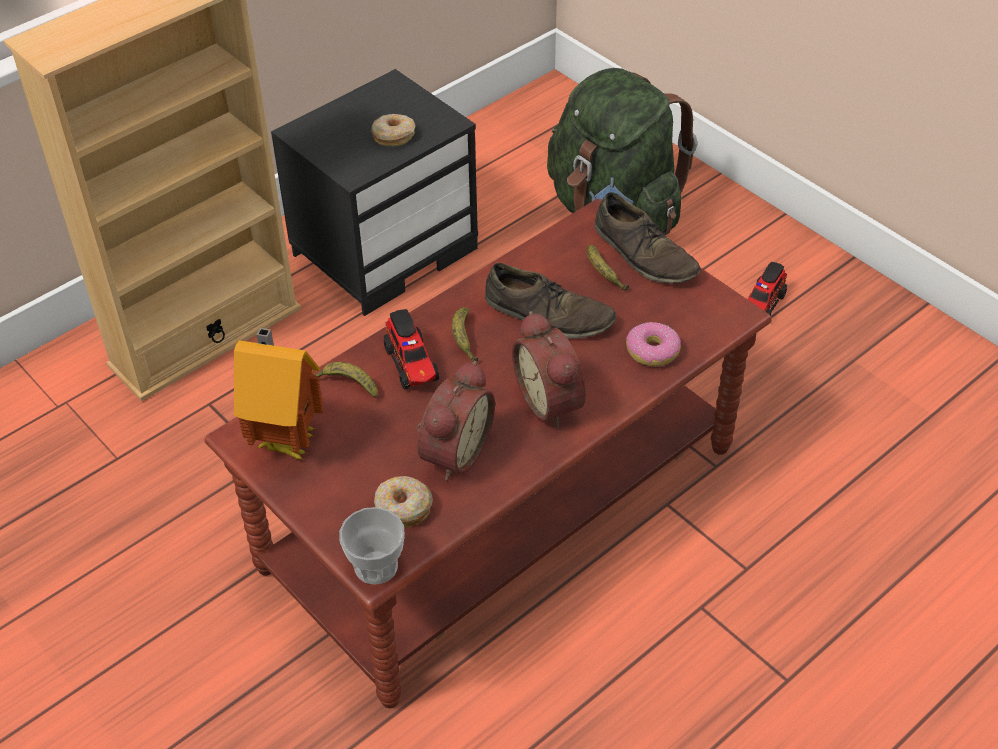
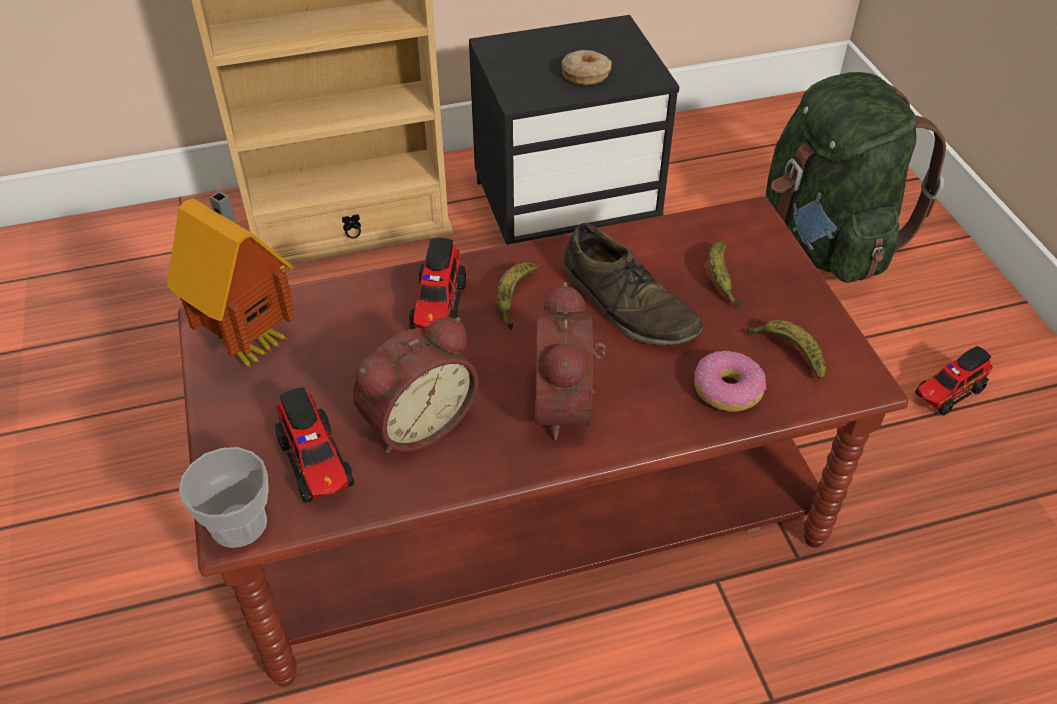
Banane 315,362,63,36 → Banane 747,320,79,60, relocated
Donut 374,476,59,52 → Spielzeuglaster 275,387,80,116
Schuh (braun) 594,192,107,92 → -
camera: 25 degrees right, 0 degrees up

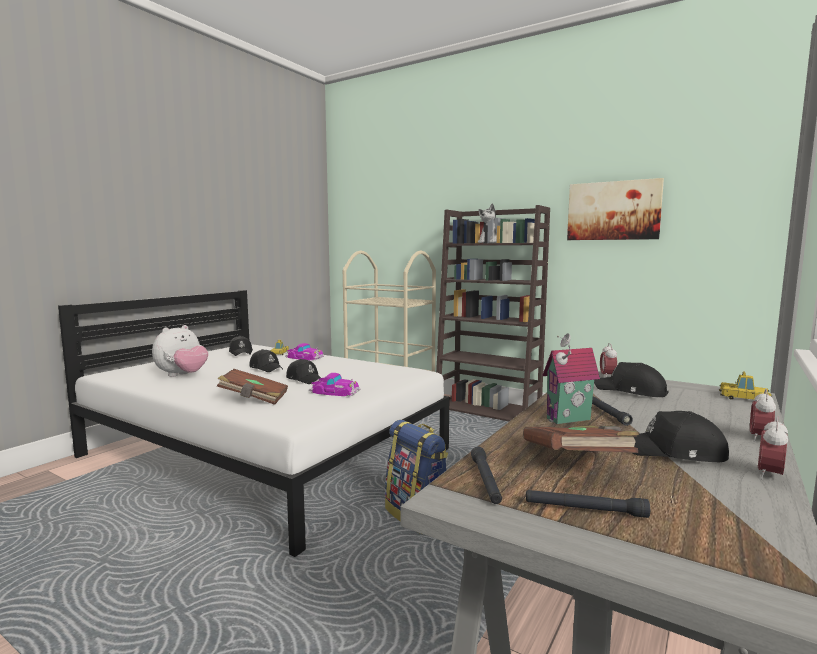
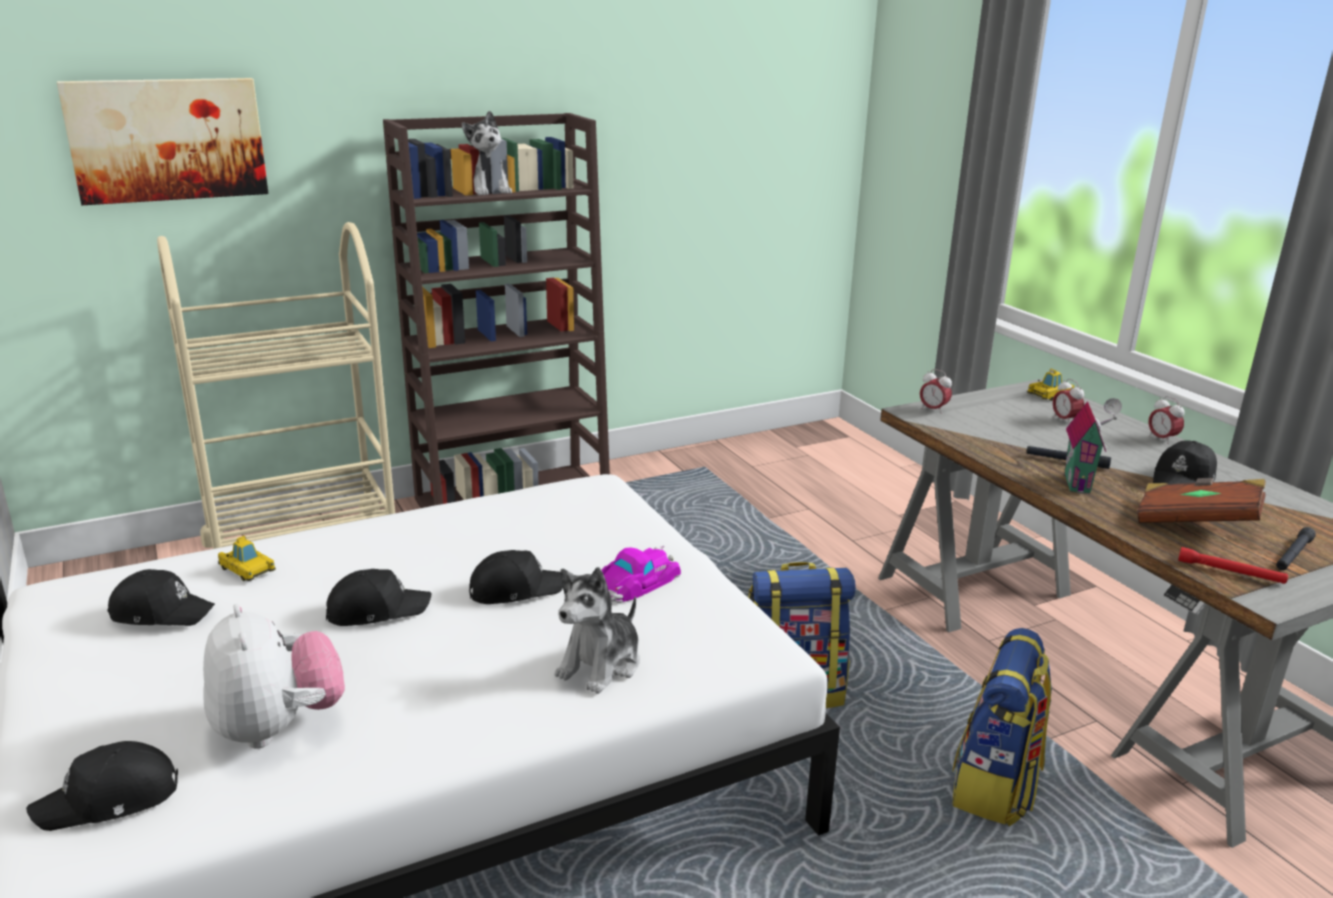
Buch (braun) 217,369,71,36 → Plüschtier 555,567,85,127
Spielzeugauto 285,343,39,17 → -
Taschenlampe (schwarz) 471,446,31,58 → Taschenlampe (rot) 1178,547,110,37
Bild 567,178,97,62 → Bild 57,78,212,127, relocated
Kappe (schwarz) 594,362,74,35 → Kappe (schwarz) 26,741,152,90, relocated
Wecker 758,416,30,63 → Wecker 1053,379,31,46, relocated
- → Rucksack 952,628,100,198
camera: 60 degrees left, 15 degrees up

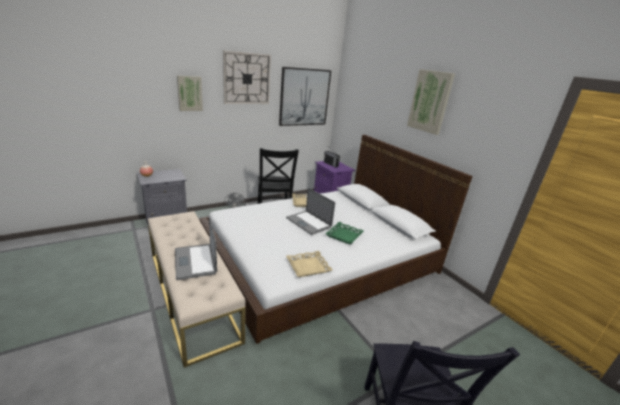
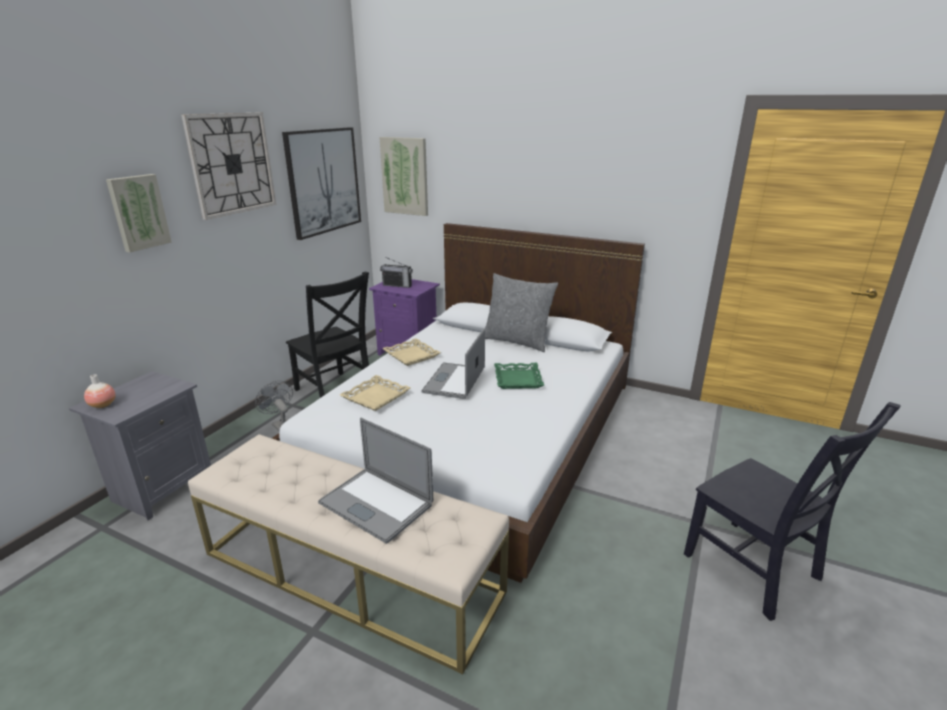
Laptop 286,188,49,47 → Laptop 422,329,63,70, 90 degrees clockwise
Tablett (beige) 286,251,47,26 → Tablett (beige) 340,375,71,36, relocated
Bild 407,69,48,66 → Bild 379,137,49,79, relocated
- → Kissen (grau) 485,273,73,79
camera: 30 degrees left, 0 degrees up

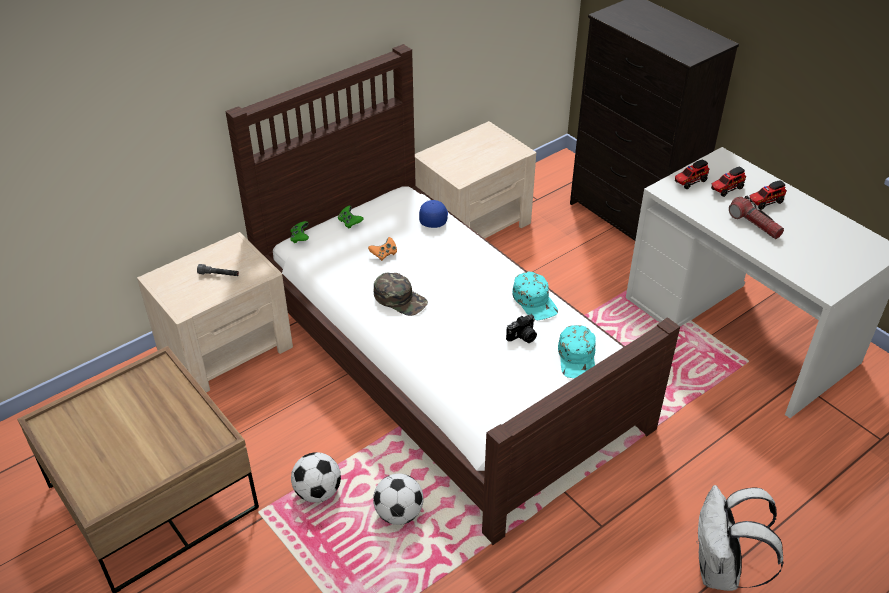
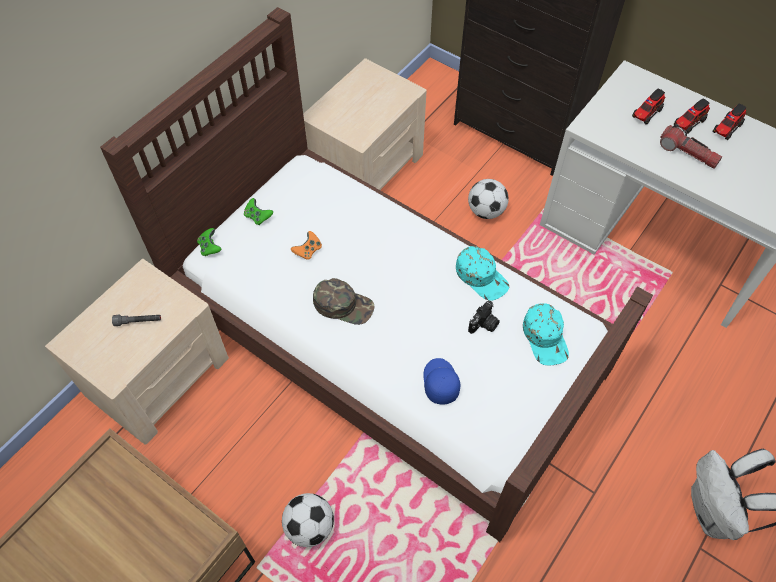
Fußball 373,473,50,52 → Fußball 468,179,41,40, relocated
Kappe (blau) 419,200,29,28 → Kappe (blau) 423,358,37,47, relocated
Spielzeuglaster 675,159,34,30 → Spielzeuglaster 712,104,35,36, relocated
camera: 15 degrees left, 15 degrees up

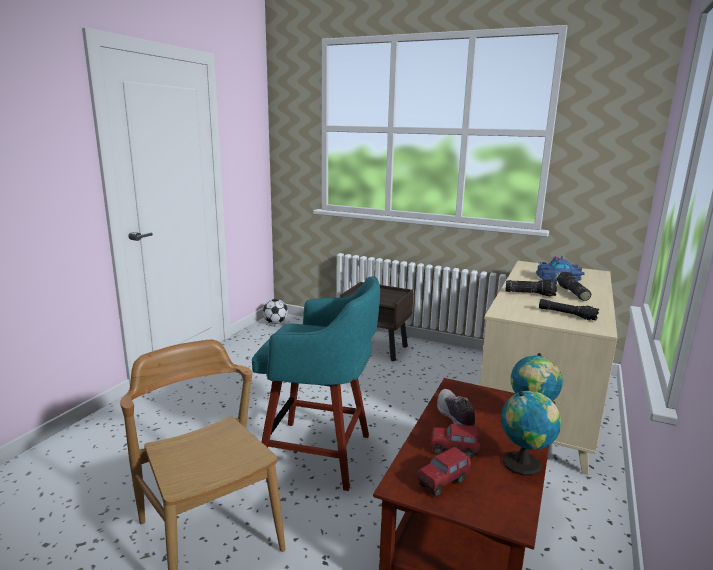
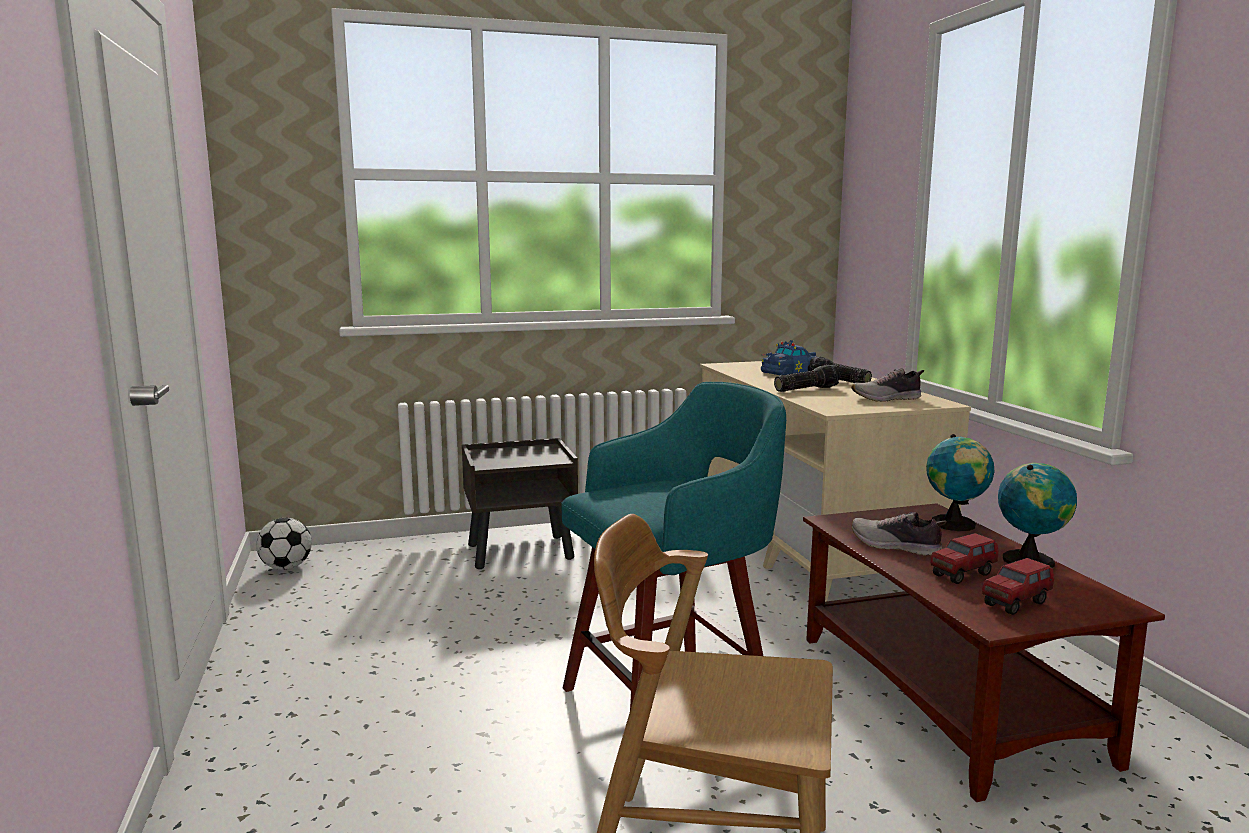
Spielzeuglaster 417,447,54,50 → Spielzeuglaster 982,558,72,57, 45 degrees clockwise
Taschenlampe (schwarz) 539,299,60,22 → Schuh 851,368,73,34
camera: 40 degrees left, 5 degrees down

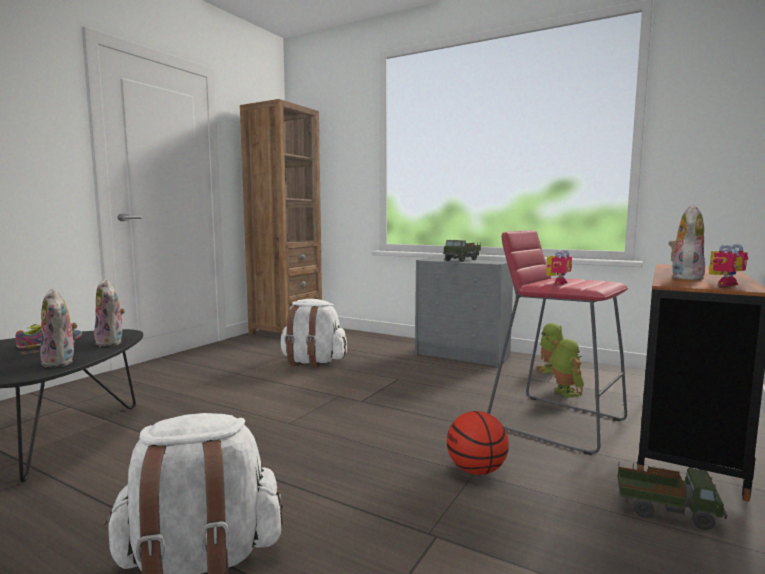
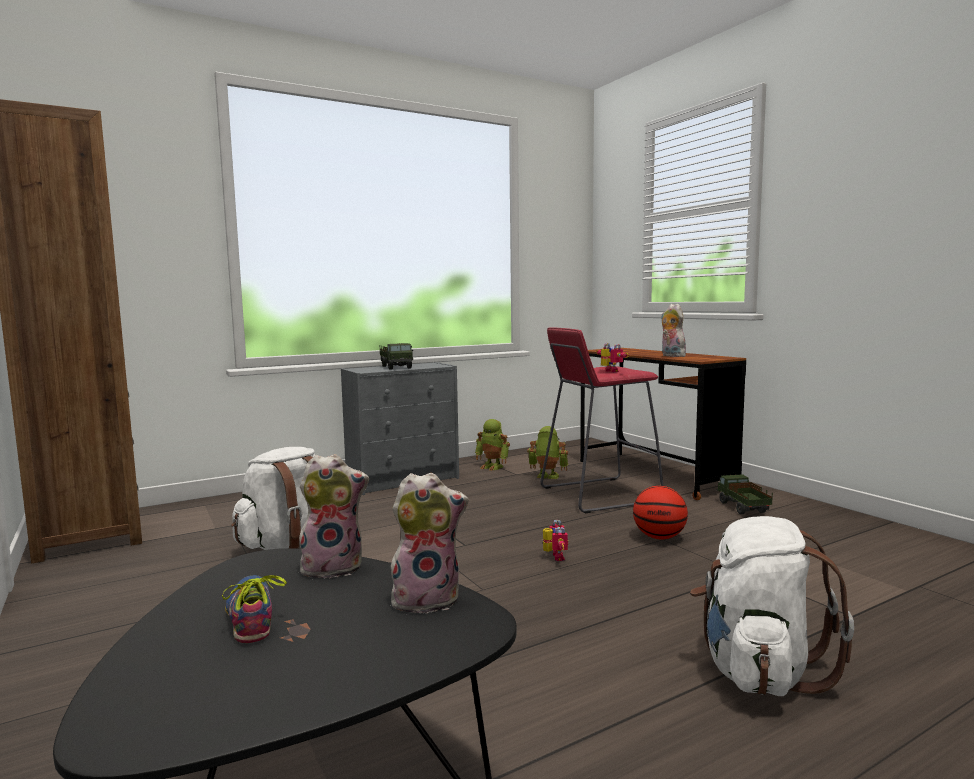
Spielzeuglaster 618,463,109,67 → Spielzeuglaster 717,474,56,40, 60 degrees counterclockwise
Spielzeugroboter 709,244,40,42 → Spielzeugroboter 543,520,25,41, relocated
camera: 60 degrees left, 0 degrees up

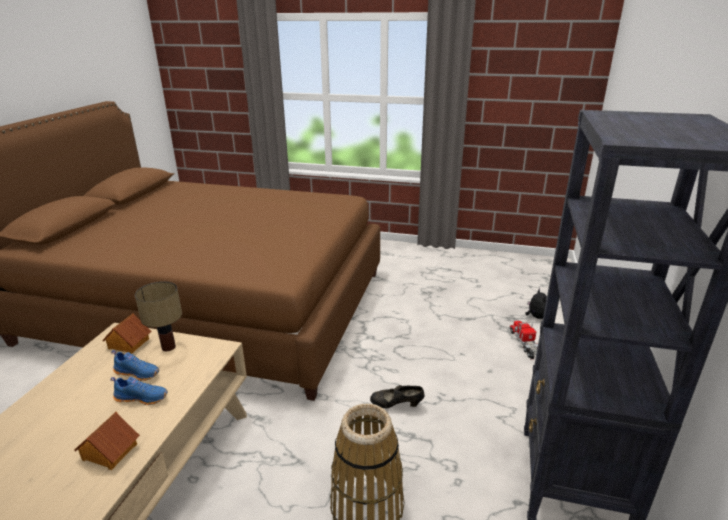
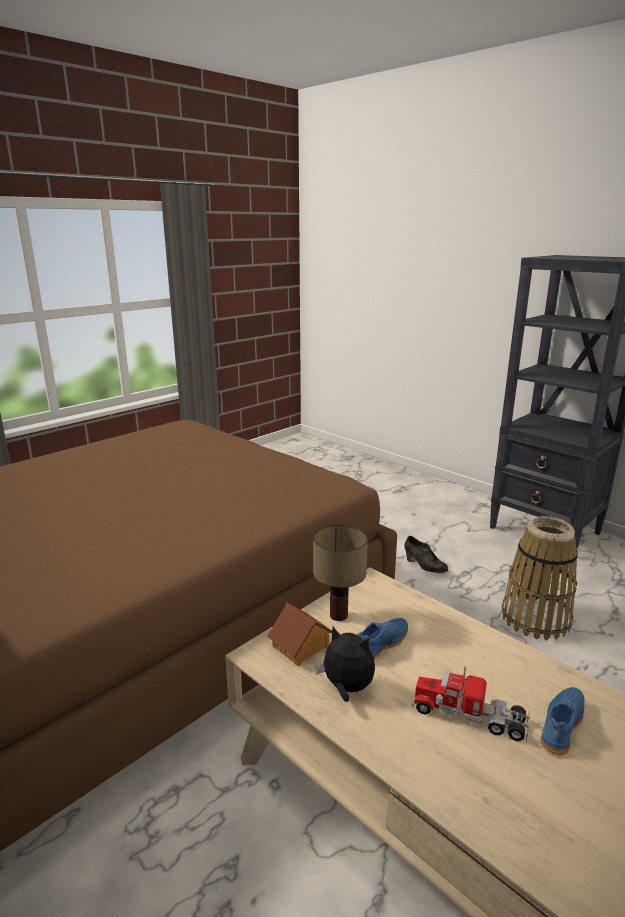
Spielzeughaus 74,412,66,58 → -
Schuh (blau) 111,377,57,28 → Schuh (blau) 541,687,43,68, relocated
Schuh (schwarz) 370,385,54,23 → Schuh (schwarz) 404,536,44,37, 75 degrees counterclockwise
Spielzeuglaster 510,321,28,39 → Spielzeuglaster 412,666,118,75, relocated
Plüschtier 525,288,22,31 → Plüschtier 315,627,60,75, relocated
camera: 60 degrees left, 5 degrees down

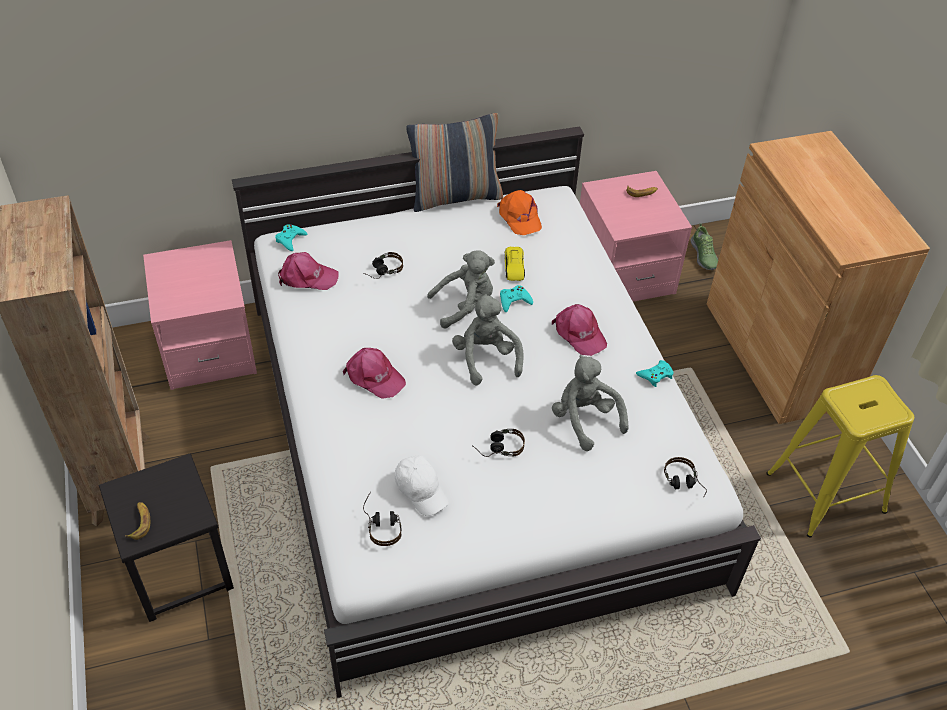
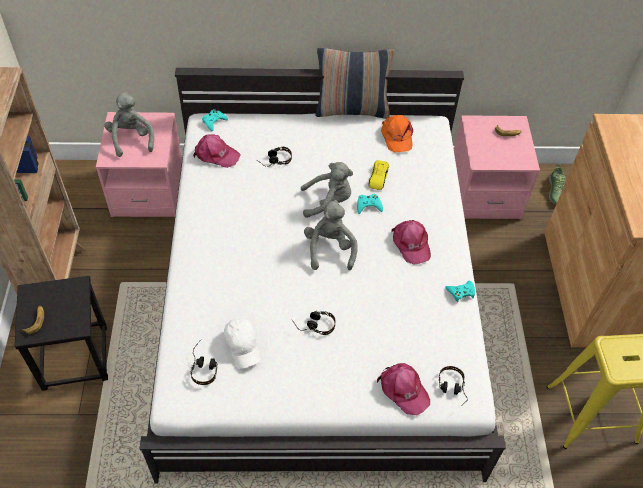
Kappe (rosa) 343,348,63,51 → Kappe (rosa) 377,363,53,52, relocated
Plüschtier (grau) 552,355,77,96 → Plüschtier (grau) 104,92,50,65, relocated
camera: 15 degrees right, 5 degrees up

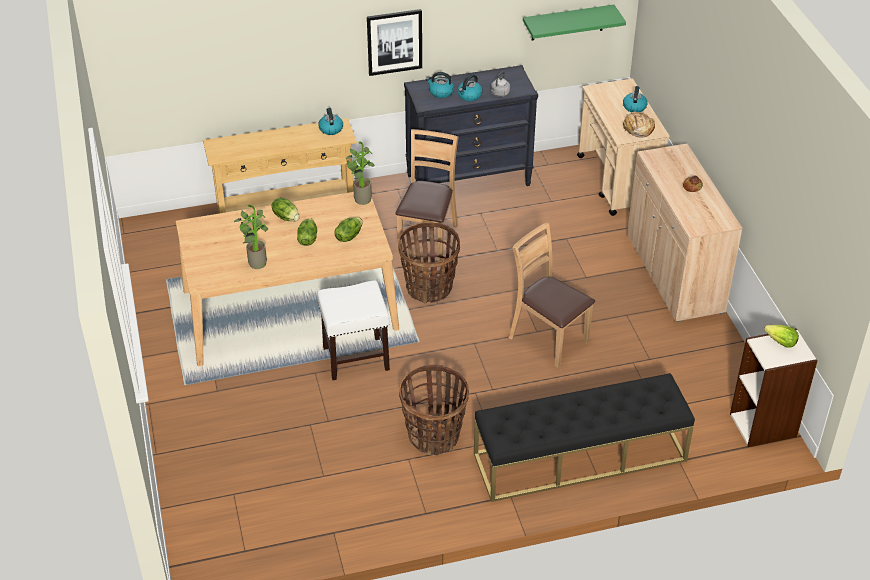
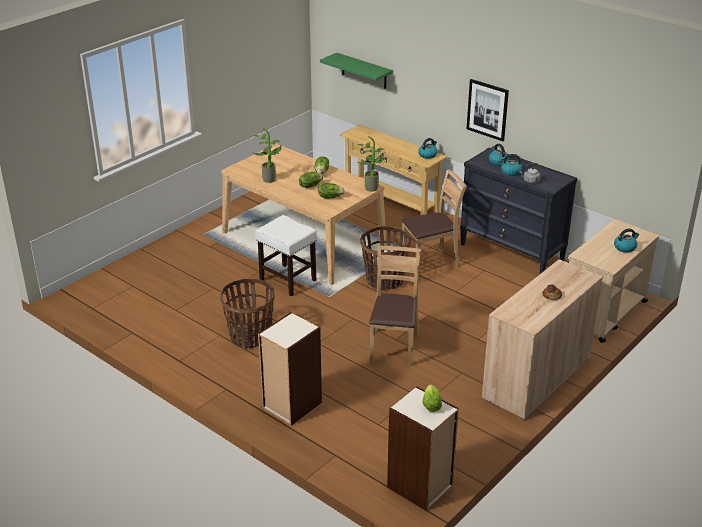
Bank (schwarz) 474,373,221,129 → Bücherregal 258,312,64,113
Wandregal (grün) 523,5,103,36 → Wandregal (grün) 320,53,73,36, relocated
Brot 623,112,32,26 → -
camera: 55 degrees right, 10 degrees down

